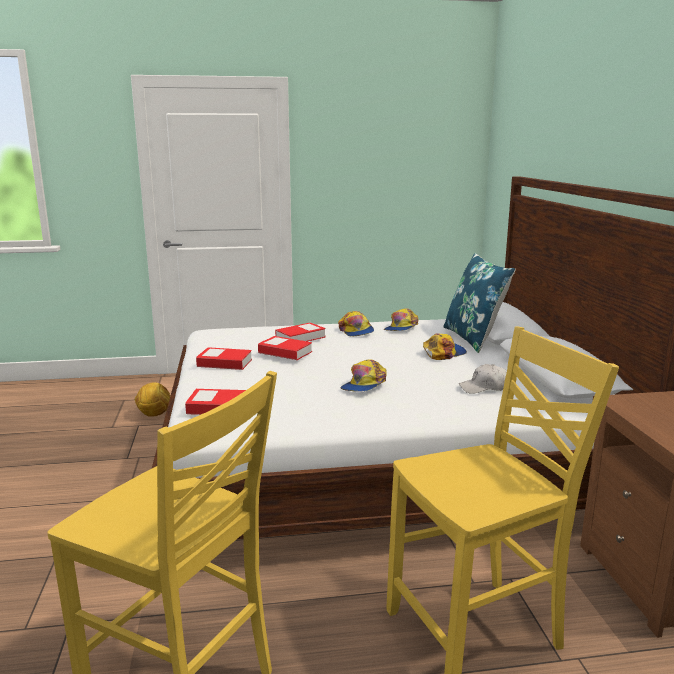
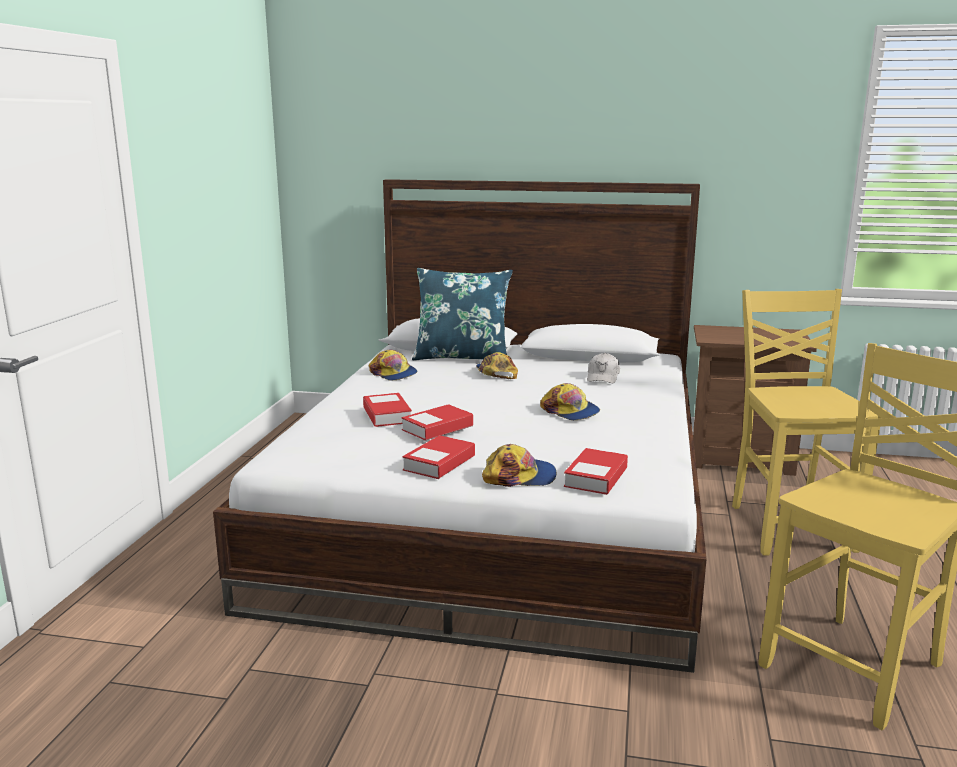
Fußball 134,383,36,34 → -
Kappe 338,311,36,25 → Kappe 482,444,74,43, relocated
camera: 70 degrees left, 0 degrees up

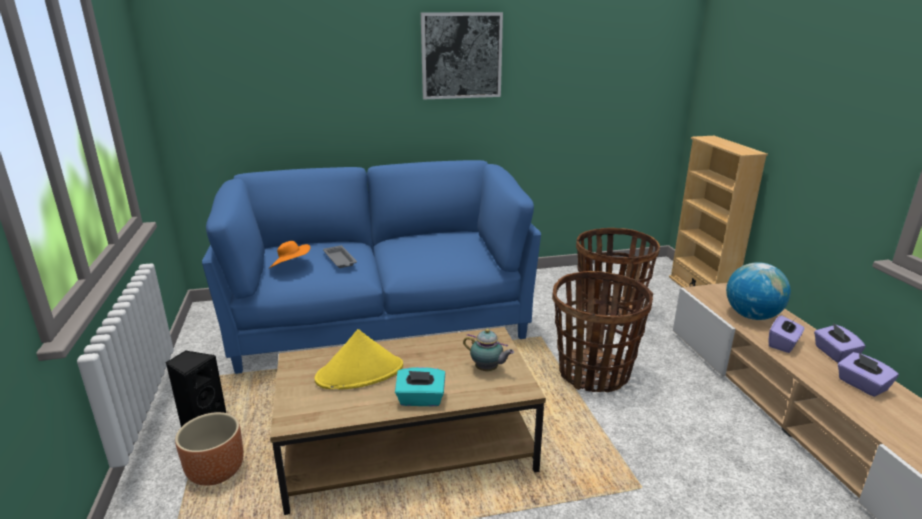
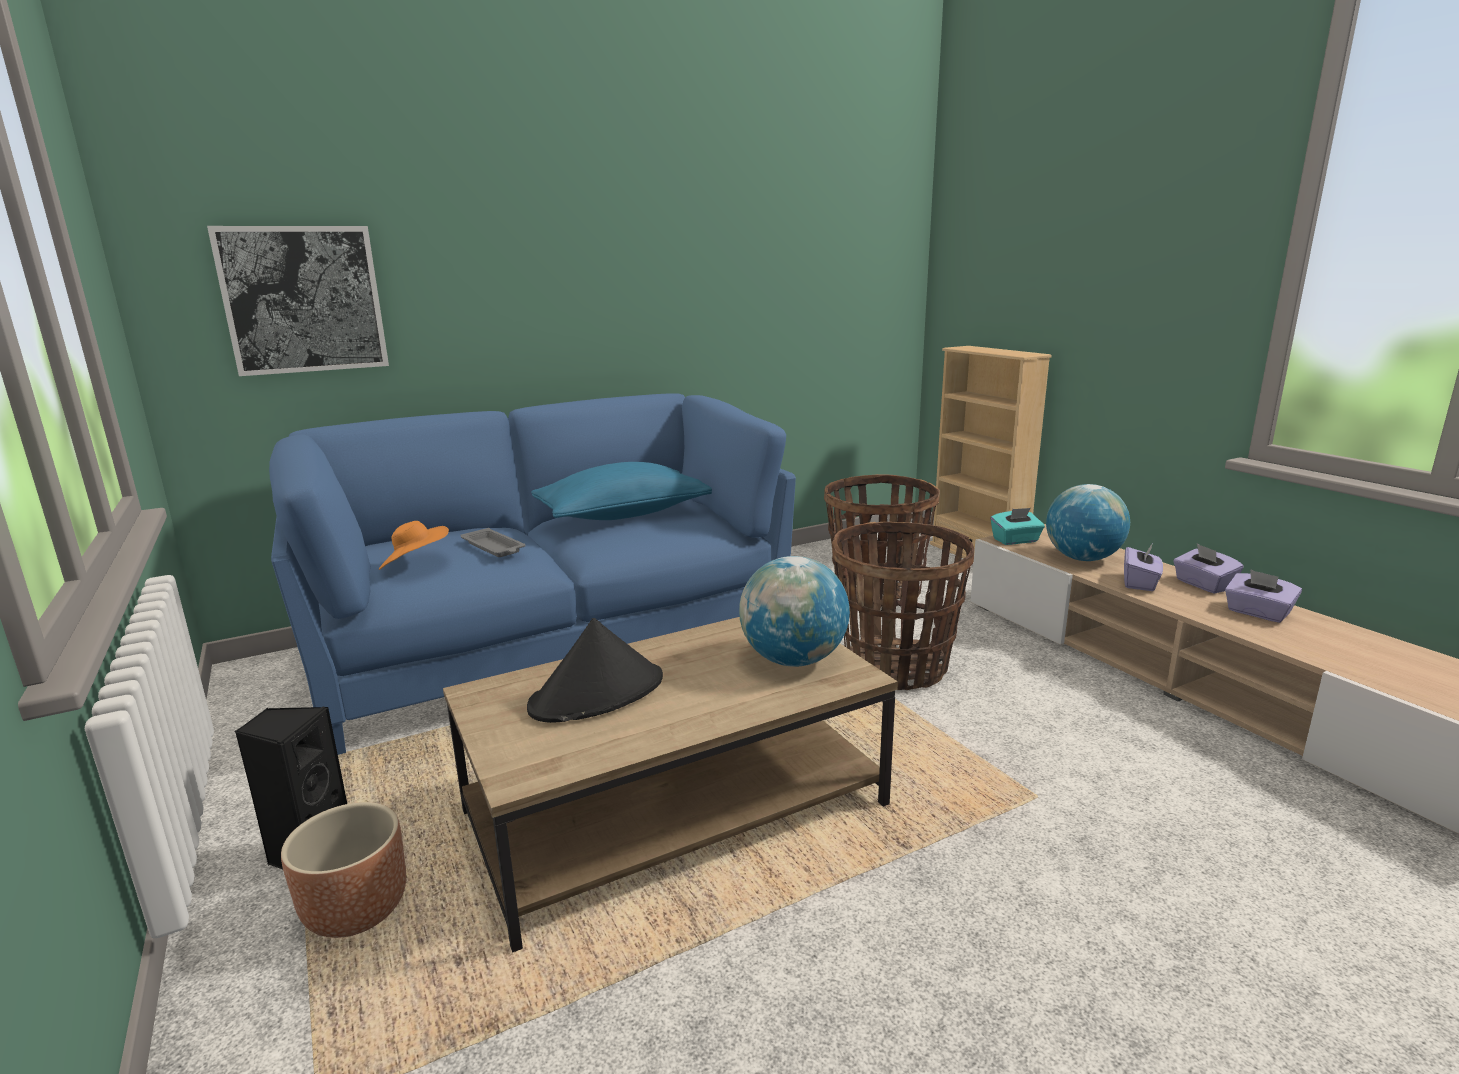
Hut (gelb) 315,329,88,61 → Hut (schwarz) 527,618,136,105
Taschentuchbox (türkis) 395,367,50,39 → Taschentuchbox (türkis) 990,508,55,37, relocated
Bild 421,12,82,87 → Bild 207,226,182,150, relocated
Teekanne 463,329,51,42 → Globus 739,556,111,111
- → Kissen (blau) 531,462,181,58
camera: 15 degrees left, 5 degrees down

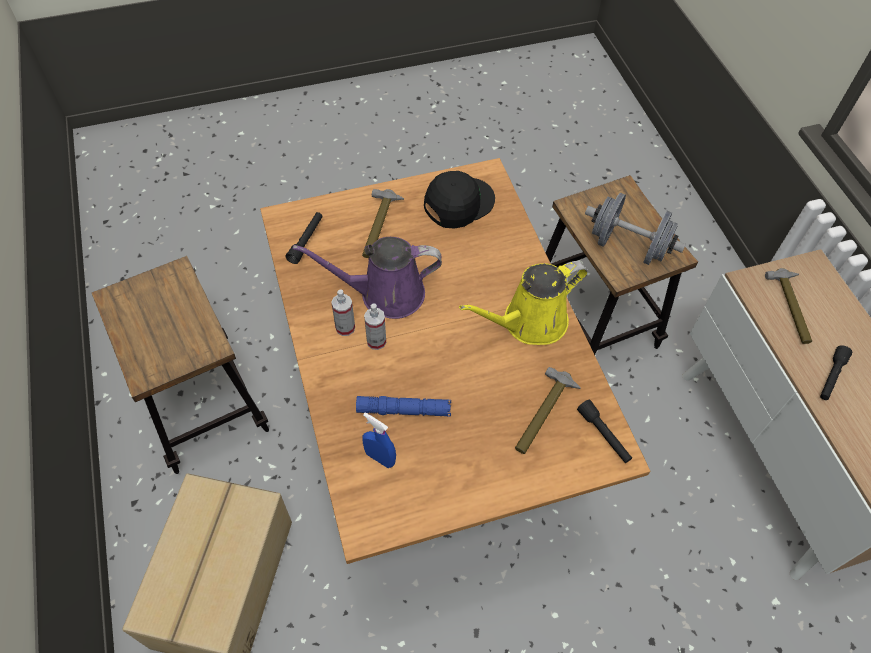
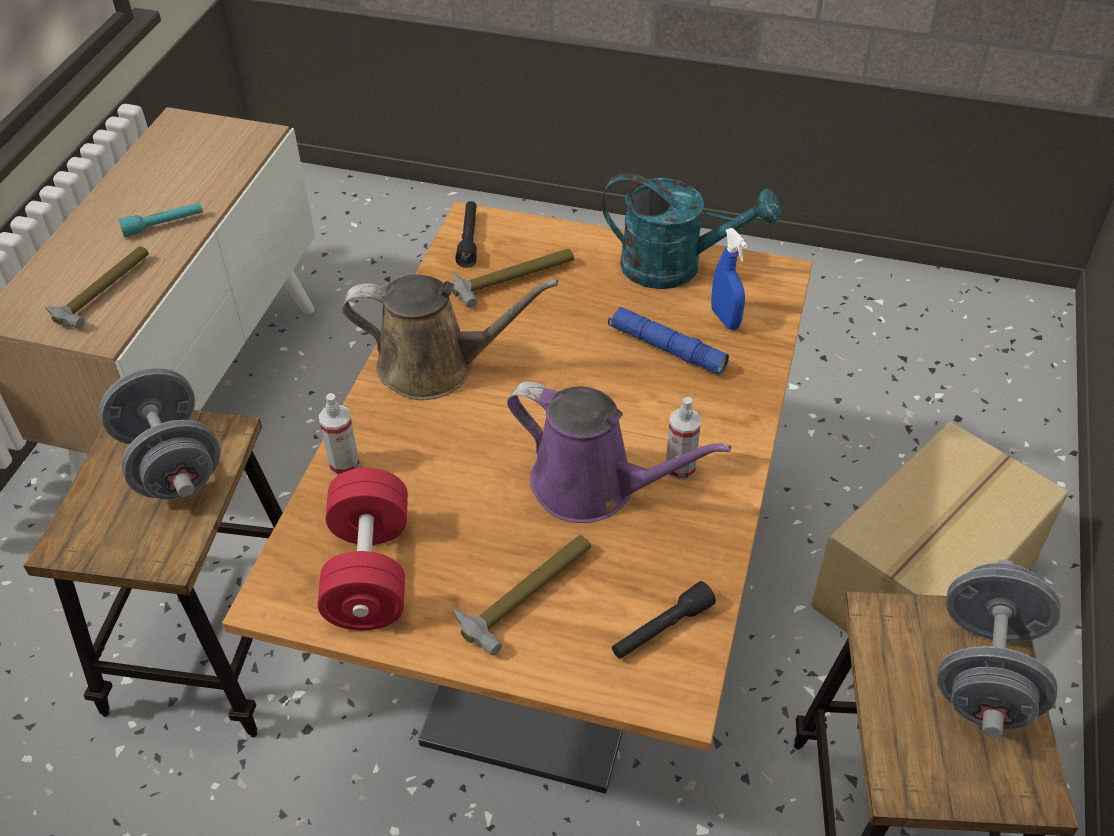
Sprühflasche 364,303,22,47 → Sprühflasche 319,393,41,83, relocated
Kappe (schwarz) 424,171,71,57 → Hantel (rot) 318,468,90,163
Gießkanne (gelb) 459,261,129,84 → Gießkanne (braun) 342,274,216,126
Taschenlampe (schwarz) 820,345,32,55 → Taschenlampe (türkis) 118,202,85,36
- → Gießkanne (türkis) 602,173,179,116
- → Hantel (grau) 937,560,123,178
camera: 145 degrees left, 10 degrees down

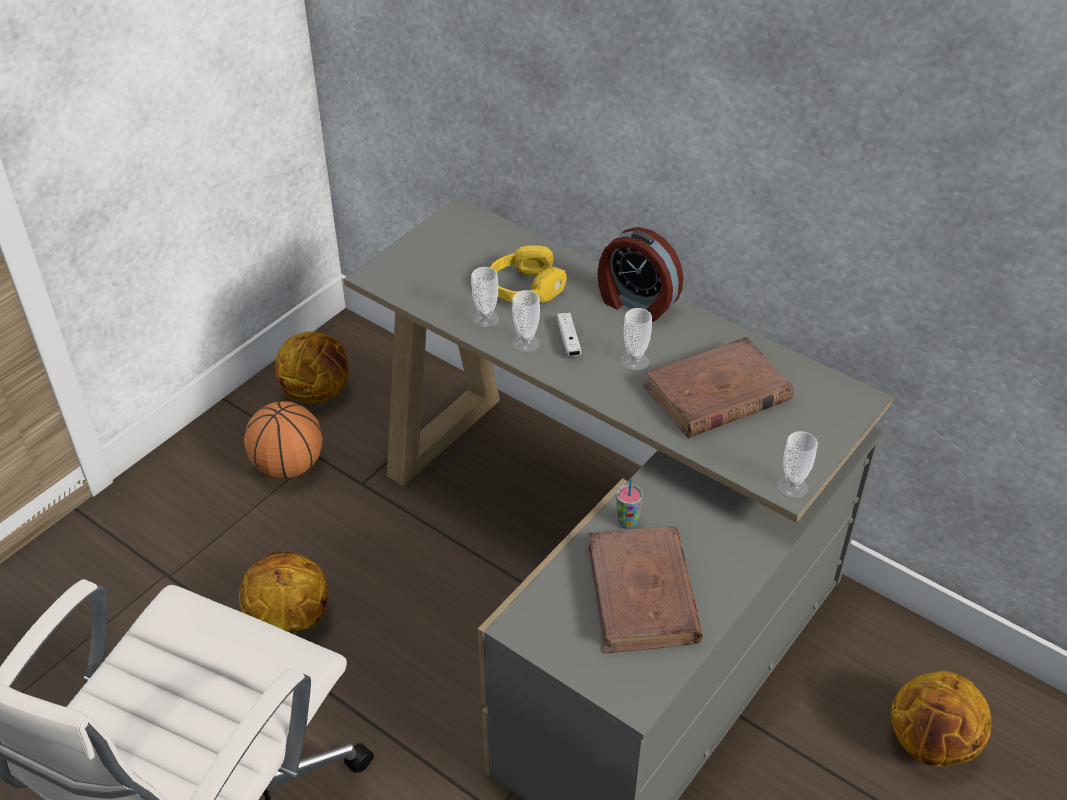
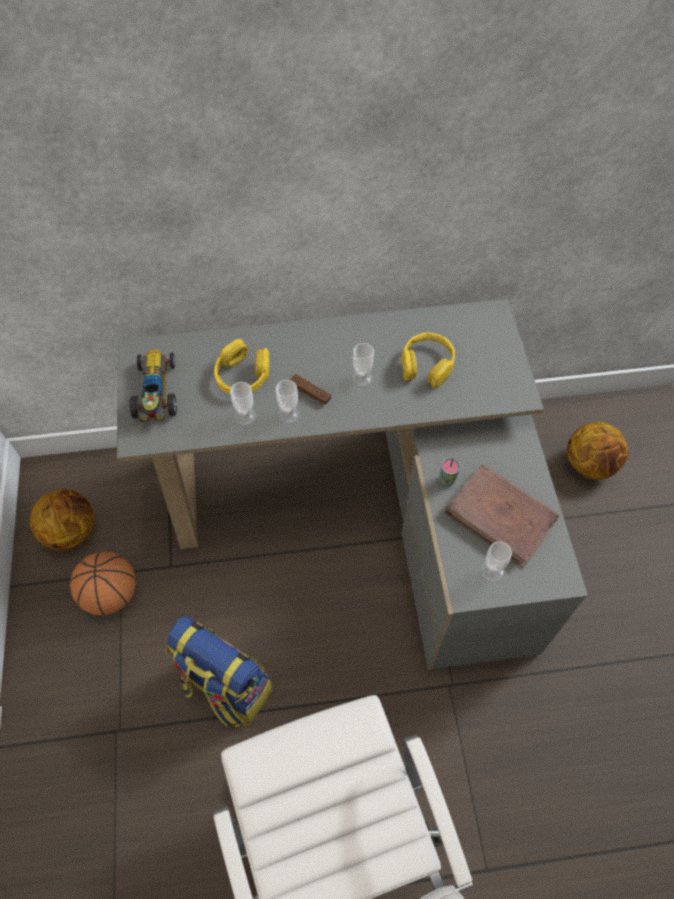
Basketball 239,552,90,81 → Rucksack 166,616,107,112
Gamepad (weiß) 557,312,24,45 → Gamepad (braun) 290,374,41,31
Wecker 597,227,86,95 → -
Buch (braun) 643,337,151,101 → Kopfhörer (gelb) 402,333,53,55
Tasse 777,431,41,68 → Tasse 480,541,32,41, relocated
- → Spielzeugauto 129,349,48,73
camera: 45 degrees left, 15 degrees up

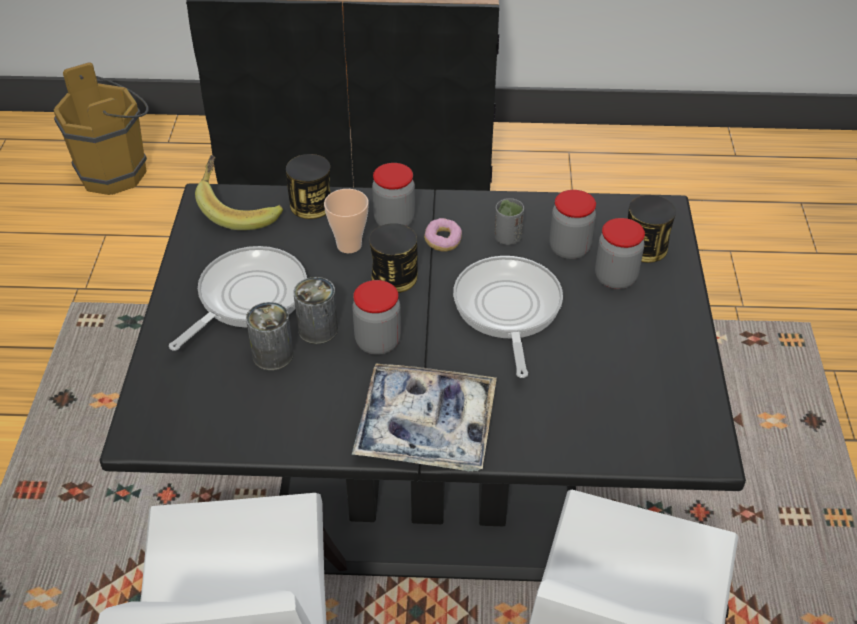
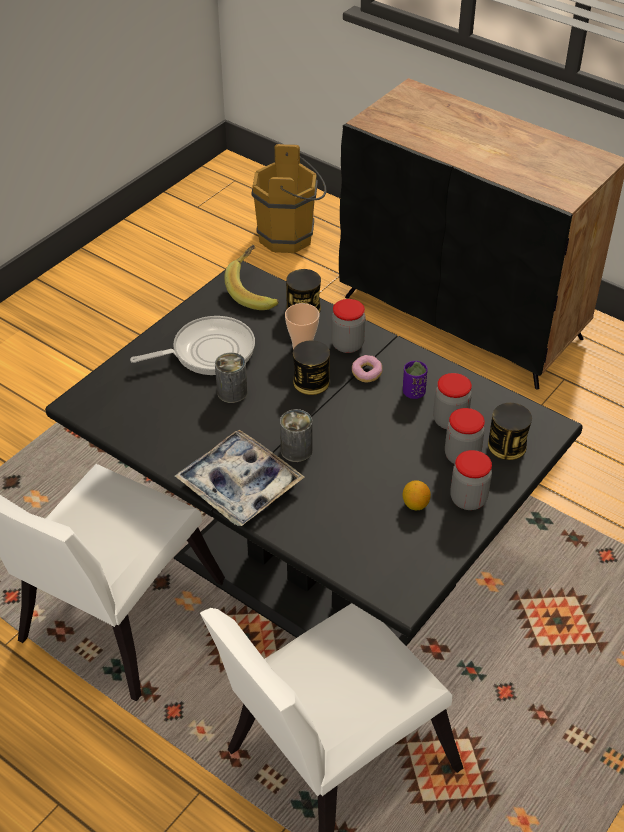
Dose 246,302,48,68 → Dose 280,409,32,53, relocated
Vorratsglas 352,280,49,75 → Vorratsglas 450,450,42,60, relocated
Pfanne 453,256,110,122 → -
Tasse (grau) 495,198,29,47 → Tasse (lila) 403,361,25,38
- → Zitrone 402,480,29,30
camera: 35 degrees right, 0 degrees up

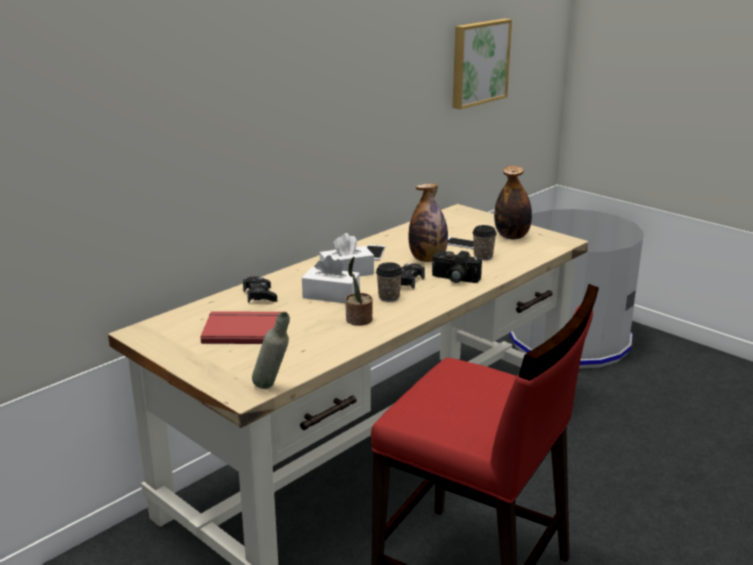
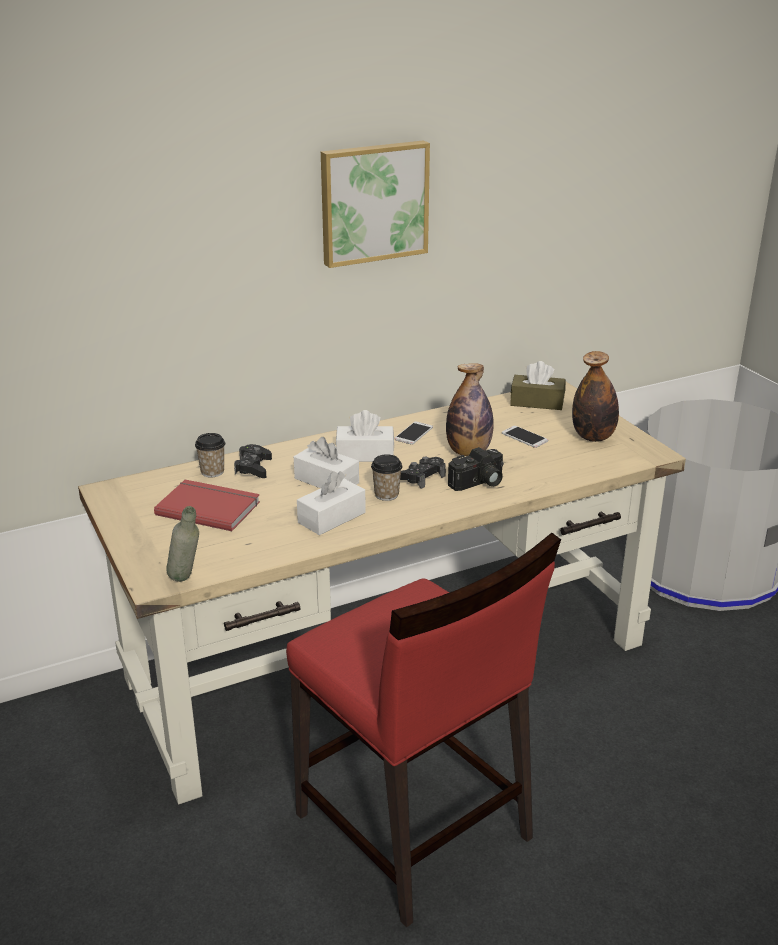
Topfpflanze 345,256,28,70 → Taschentuchbox (weiß) 297,471,69,64
Kamera 432,251,50,32 → Kamera 448,447,56,44, 75 degrees counterclockwise
Bild 452,19,60,90 → Bild 321,140,109,128, relocated
Tasse 473,225,24,35 → Tasse 195,433,30,45, relocated
- → Taschentuchbox (braun) 510,361,55,49
camera: 20 degrees right, 5 degrees up

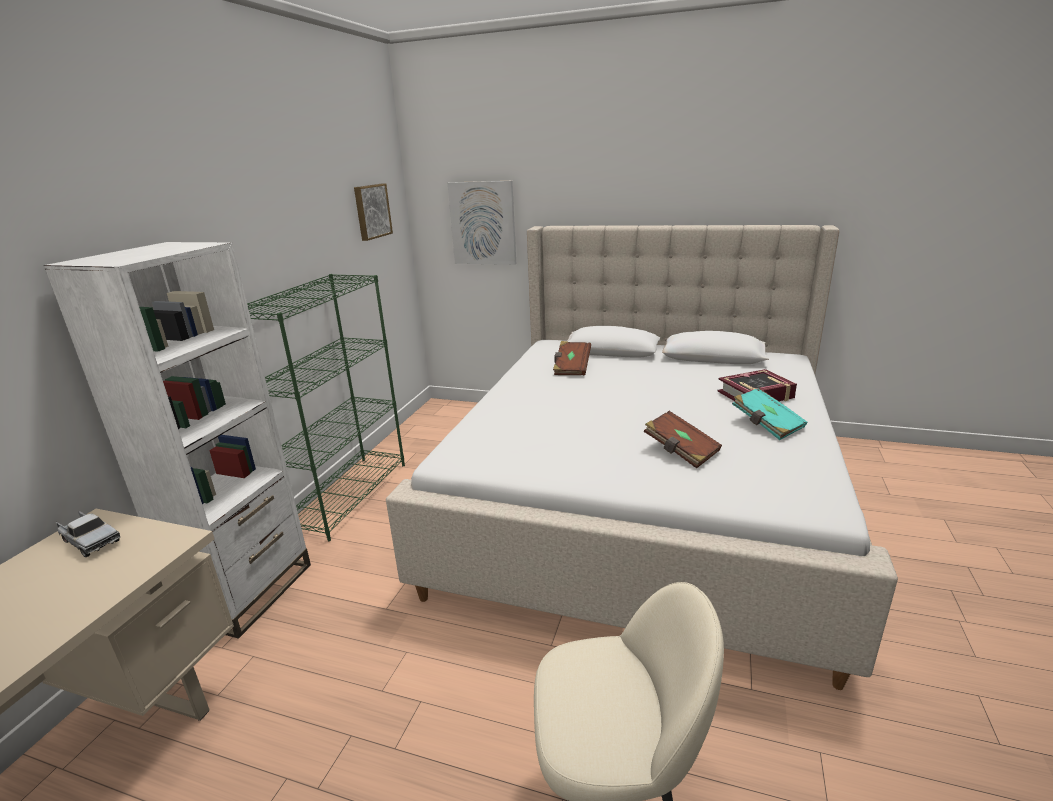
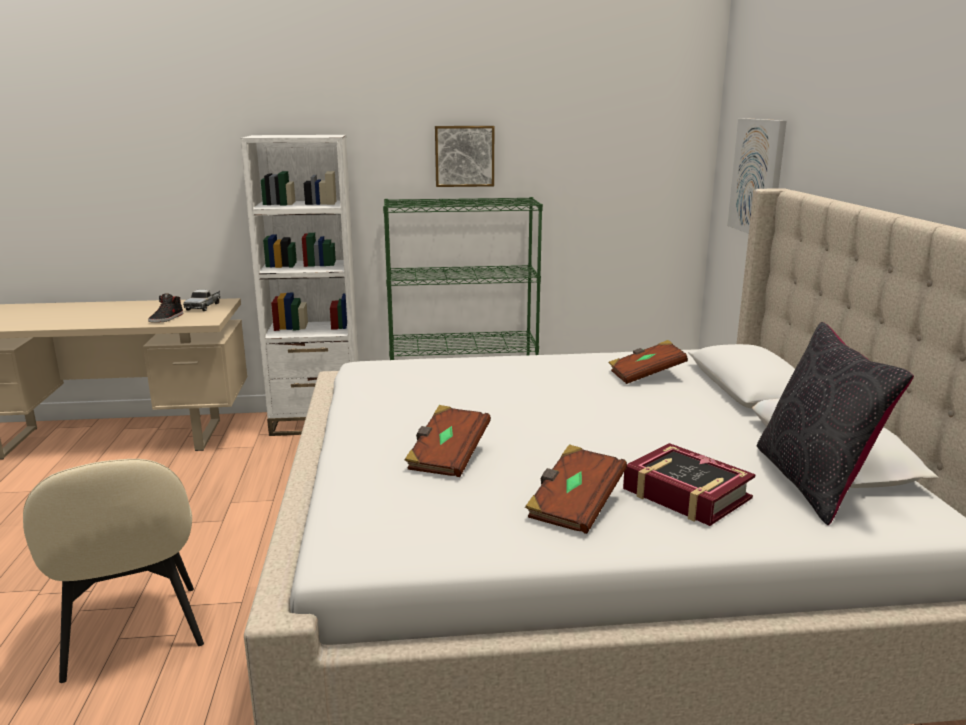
Bild 354,183,39,58 → Bild 435,126,59,61, relocated
Buch (türkis) 732,388,75,52 → Buch (braun) 525,444,102,90
- → Schuh (schwarz) 148,293,35,30
- → Kissen (schwarz) 757,322,157,203
camera: 65 degrees right, 5 degrees down

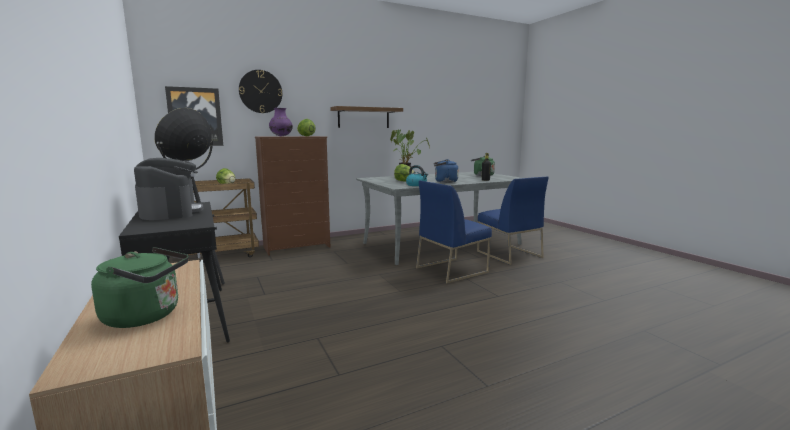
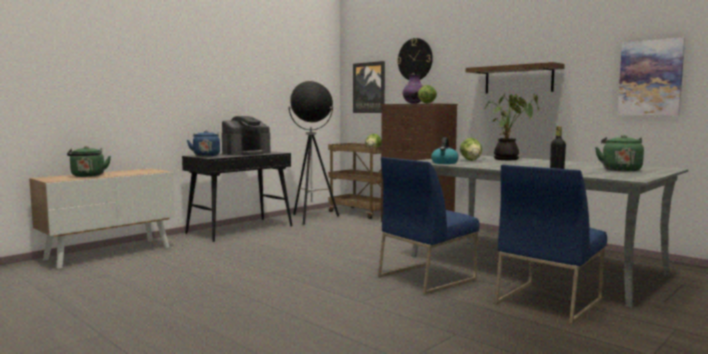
Stuhl (blau) 416,180,76,103 → Stuhl (blau) 378,157,101,138, 75 degrees counterclockwise
Wasserkessel (blau) 434,159,25,24 → Wasserkessel (blau) 187,131,33,26, relocated
- → Bild 618,38,67,77
camera: 70 degrees right, 5 degrees down

